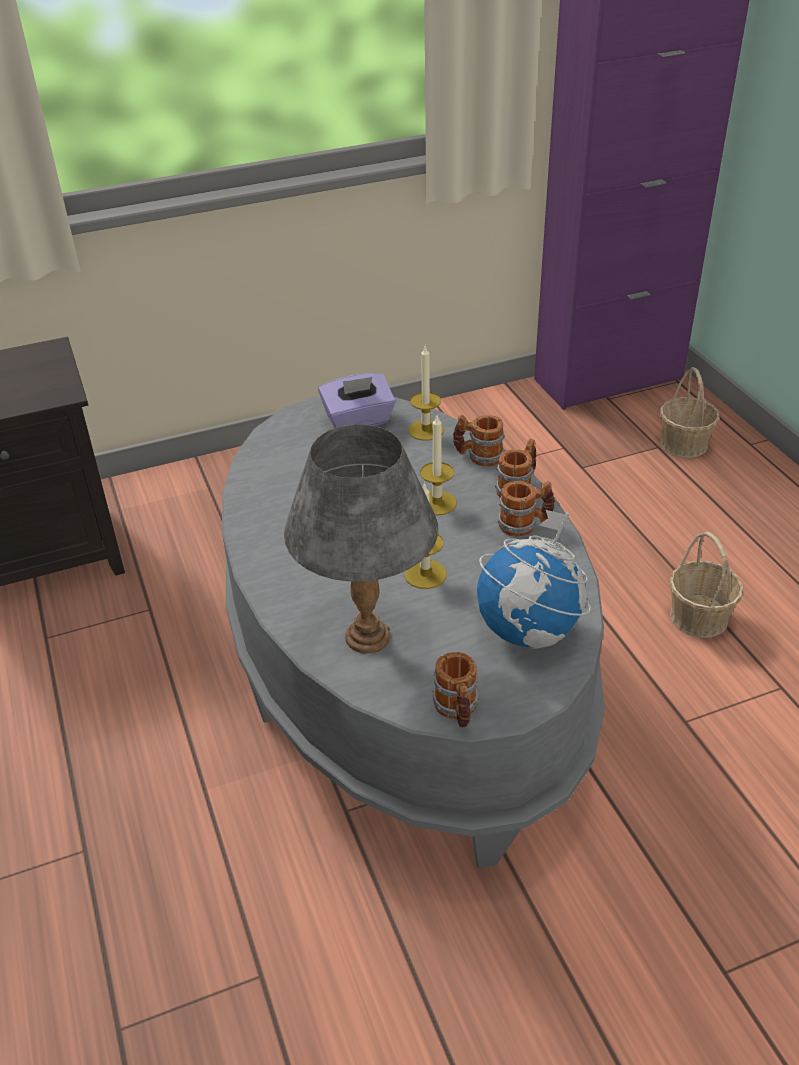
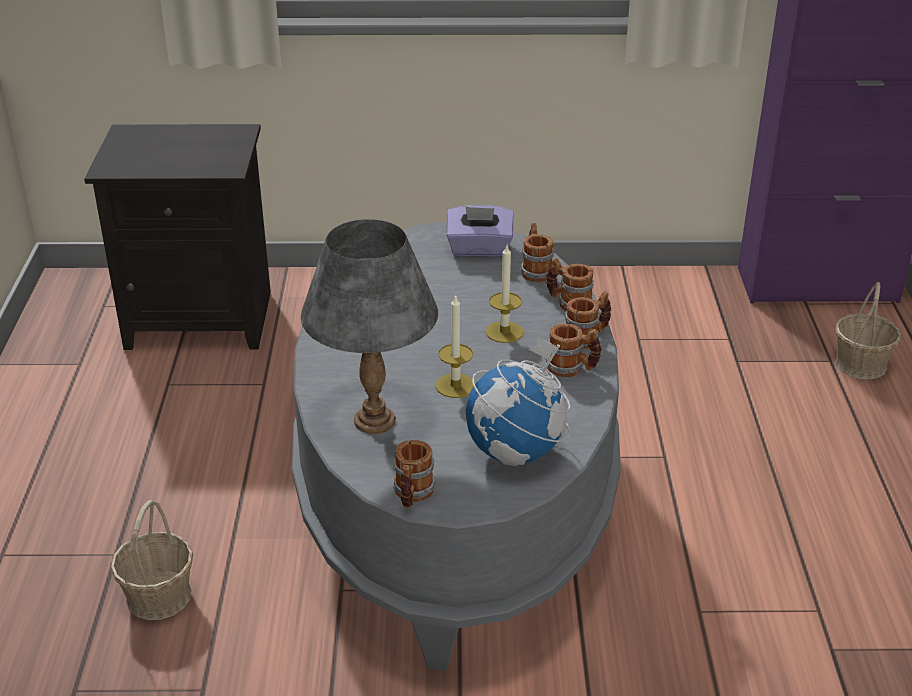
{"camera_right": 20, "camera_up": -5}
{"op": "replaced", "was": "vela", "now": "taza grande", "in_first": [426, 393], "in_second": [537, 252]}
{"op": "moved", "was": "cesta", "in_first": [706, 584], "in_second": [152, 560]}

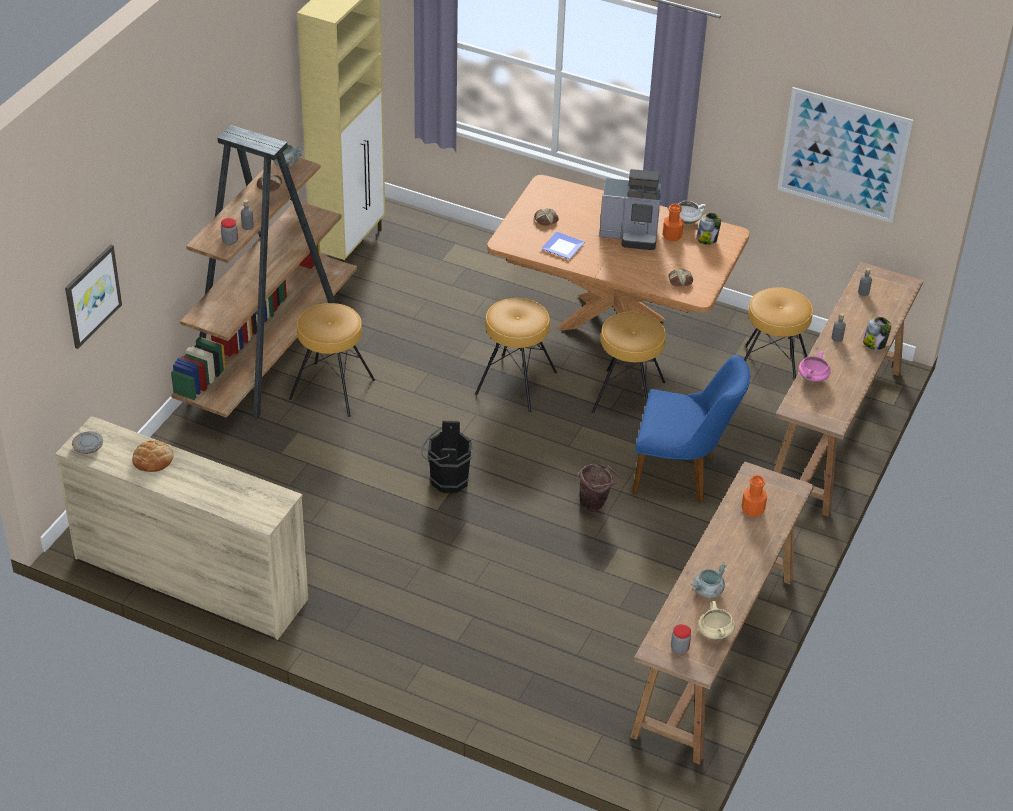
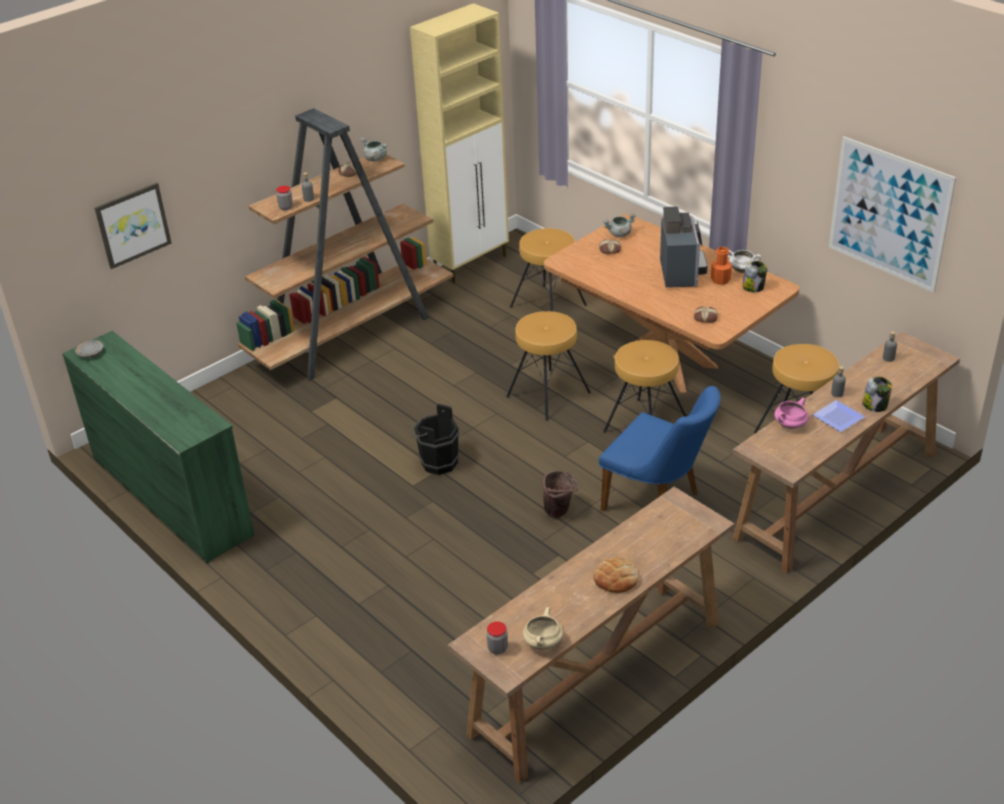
{"camera_right": 25, "camera_up": -5}
{"op": "recoloured", "was": "cómoda/beis", "now": "cómoda/verde", "in_first": [181, 528], "in_second": [158, 447]}
{"op": "moved", "was": "pan", "in_first": [153, 456], "in_second": [617, 575]}
{"op": "moved", "was": "taburete/marrón", "in_first": [332, 360], "in_second": [548, 270]}
{"op": "moved", "was": "plato", "in_first": [563, 245], "in_second": [838, 416]}
{"op": "turned", "was": "cafetera", "in_first": [630, 209], "in_second": [683, 247], "clockwise": -120}
{"op": "moved", "was": "olla/gris", "in_first": [709, 580], "in_second": [619, 225]}
{"op": "removed", "was": "botella/naranja", "in_first": [754, 496]}

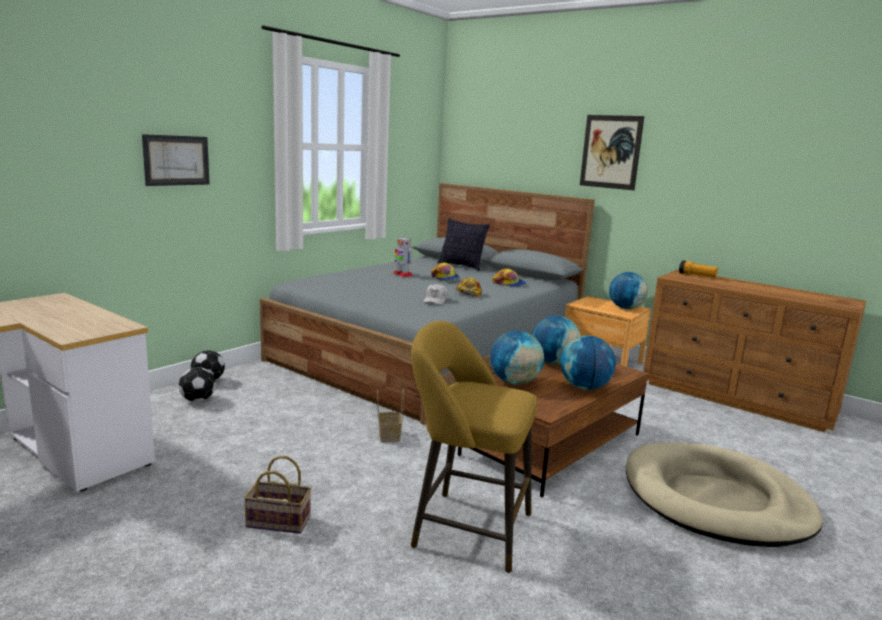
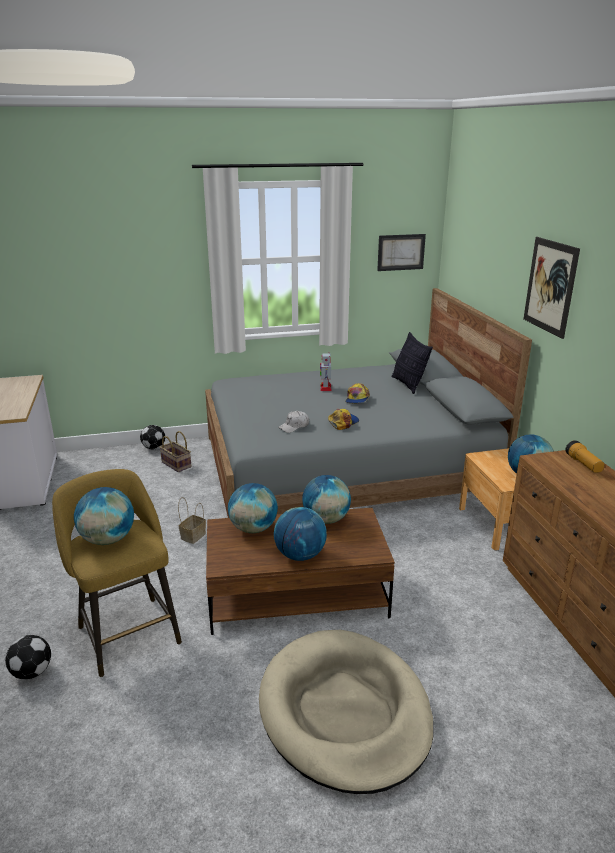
{"camera_right": 40, "camera_up": 10}
{"op": "moved", "was": "cuadro", "in_first": [176, 160], "in_second": [401, 252]}
{"op": "moved", "was": "balón de fútbol", "in_first": [197, 384], "in_second": [28, 657]}
{"op": "moved", "was": "cesta", "in_first": [278, 495], "in_second": [176, 451]}
{"op": "removed", "was": "gorra", "in_first": [509, 277]}
{"op": "added", "now": "globo terráqueo", "in_second": [104, 516]}

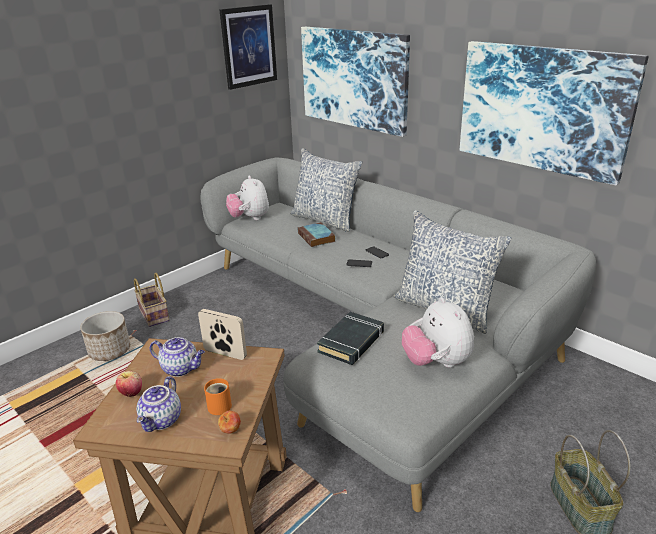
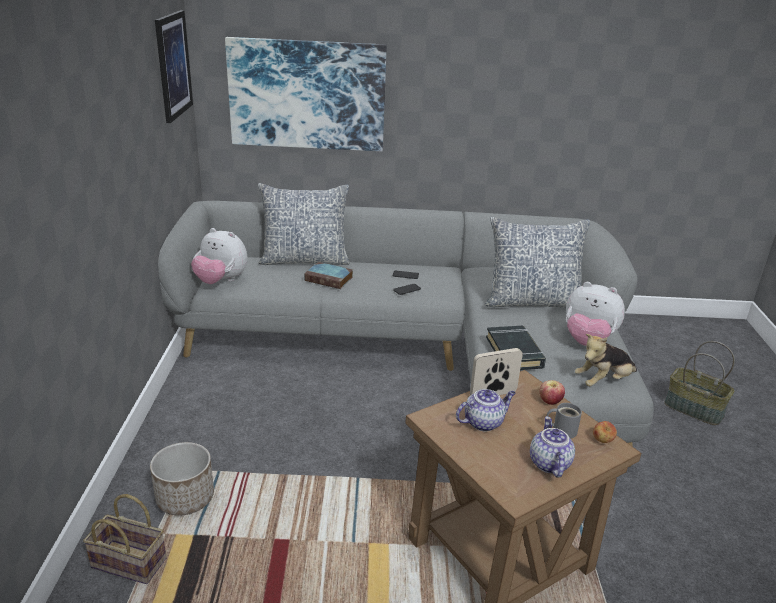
{"camera_right": -45, "camera_up": 0}
{"op": "moved", "was": "manzana", "in_first": [129, 384], "in_second": [552, 392]}
{"op": "moved", "was": "cesta", "in_first": [151, 300], "in_second": [125, 539]}
{"op": "turned", "was": "tetera", "in_first": [159, 404], "in_second": [552, 447], "clockwise": -150}
{"op": "recoloured", "was": "taza grande/naranja", "now": "taza grande/gris", "in_first": [218, 396], "in_second": [564, 421]}
{"op": "removed", "was": "cuadro", "in_first": [554, 113]}
{"op": "added", "now": "peluche", "in_second": [606, 360]}

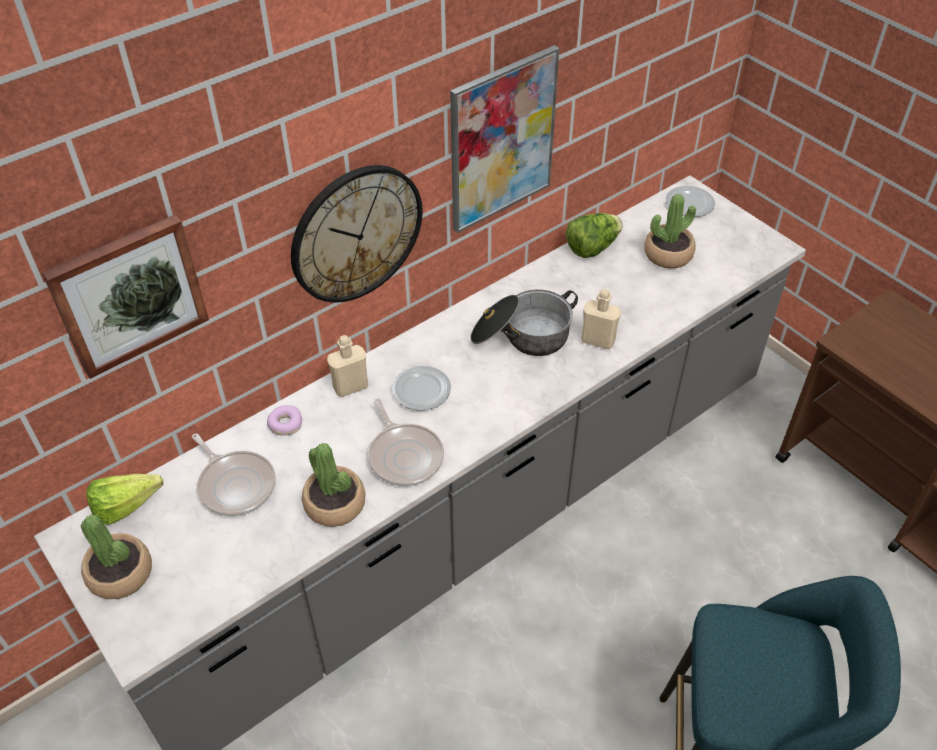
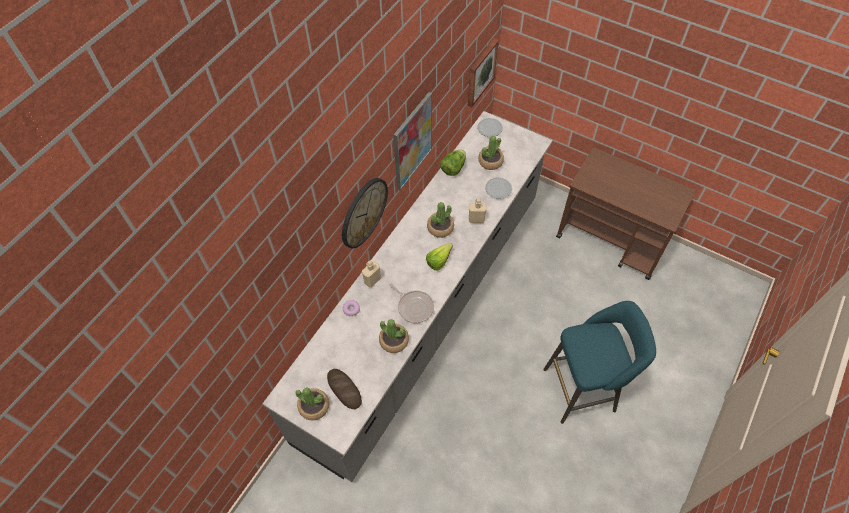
{"camera_right": -20, "camera_up": 10}
{"op": "moved", "was": "cuadro", "in_first": [125, 297], "in_second": [483, 72]}
{"op": "moved", "was": "lechuga", "in_first": [124, 499], "in_second": [439, 256]}
{"op": "removed", "was": "sartén", "in_first": [234, 475]}
{"op": "moved", "was": "plato", "in_first": [421, 388], "in_second": [498, 188]}
{"op": "replaced", "was": "olla", "now": "planta en maceta", "in_first": [524, 322], "in_second": [440, 220]}
{"op": "added", "now": "pan", "in_second": [344, 389]}

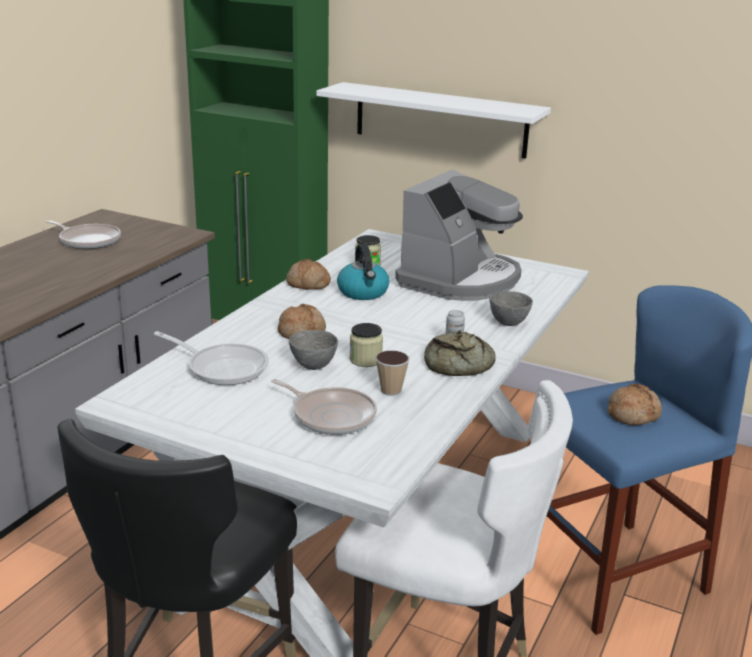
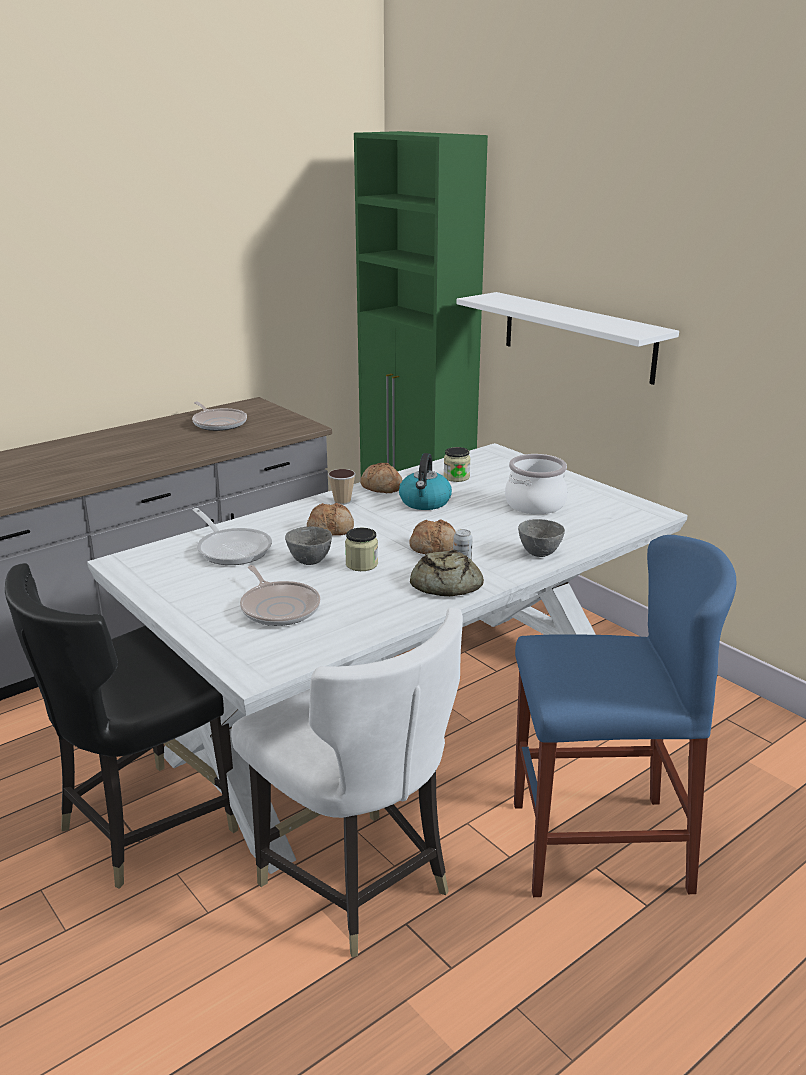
{"camera_right": 25, "camera_up": 0}
{"op": "moved", "was": "taza", "in_first": [392, 373], "in_second": [342, 487]}
{"op": "replaced", "was": "cafetera", "now": "olla", "in_first": [459, 235], "in_second": [536, 484]}
{"op": "moved", "was": "pan", "in_first": [635, 404], "in_second": [432, 536]}

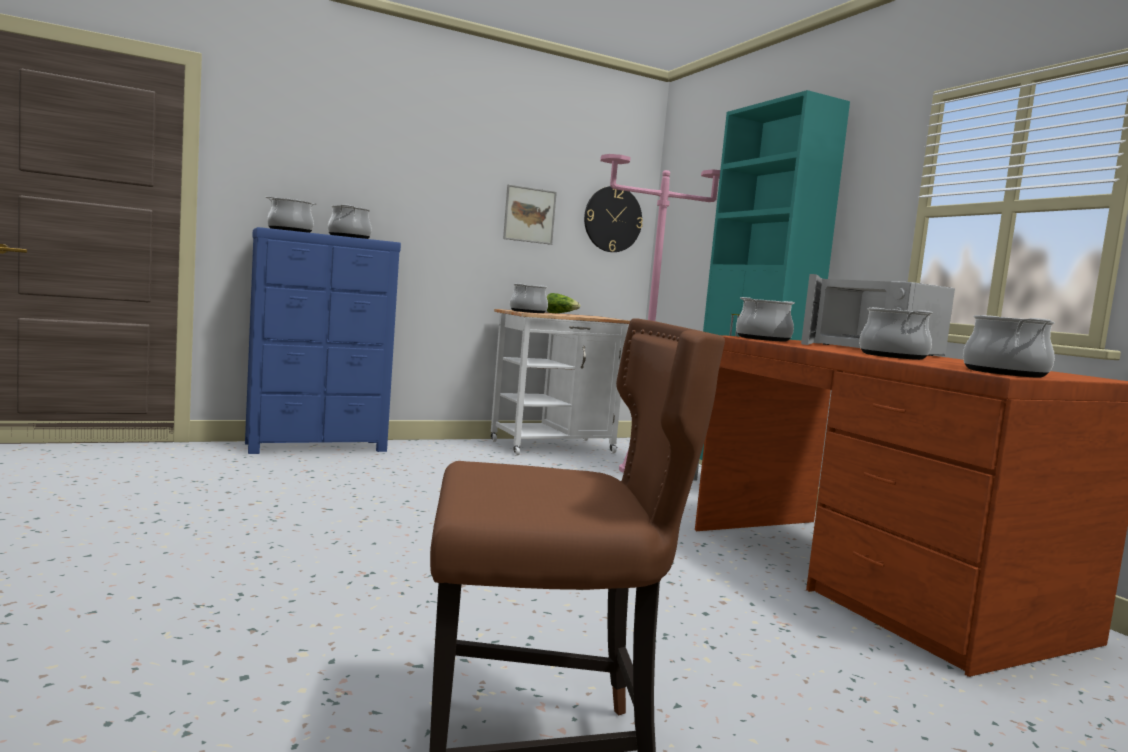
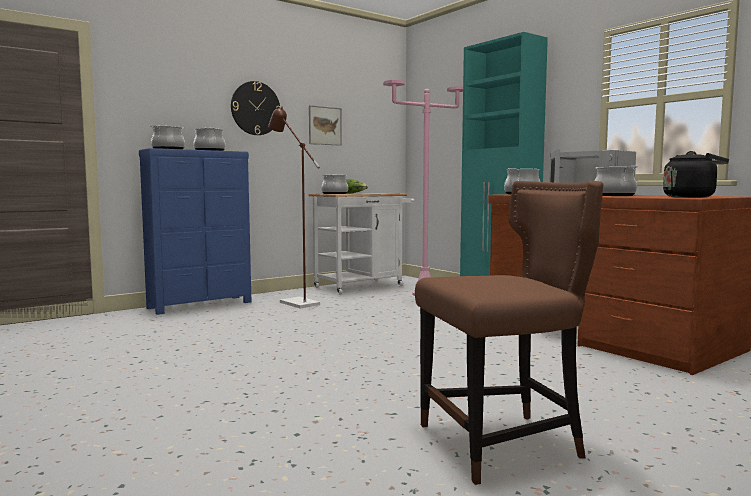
{"camera_right": -10, "camera_up": 0}
{"op": "moved", "was": "reloj de pared", "in_first": [613, 219], "in_second": [256, 108]}
{"op": "replaced", "was": "olla", "now": "hervidor/negro", "in_first": [1009, 346], "in_second": [696, 174]}
{"op": "added", "now": "lámpara de pie/marrón", "in_second": [294, 207]}

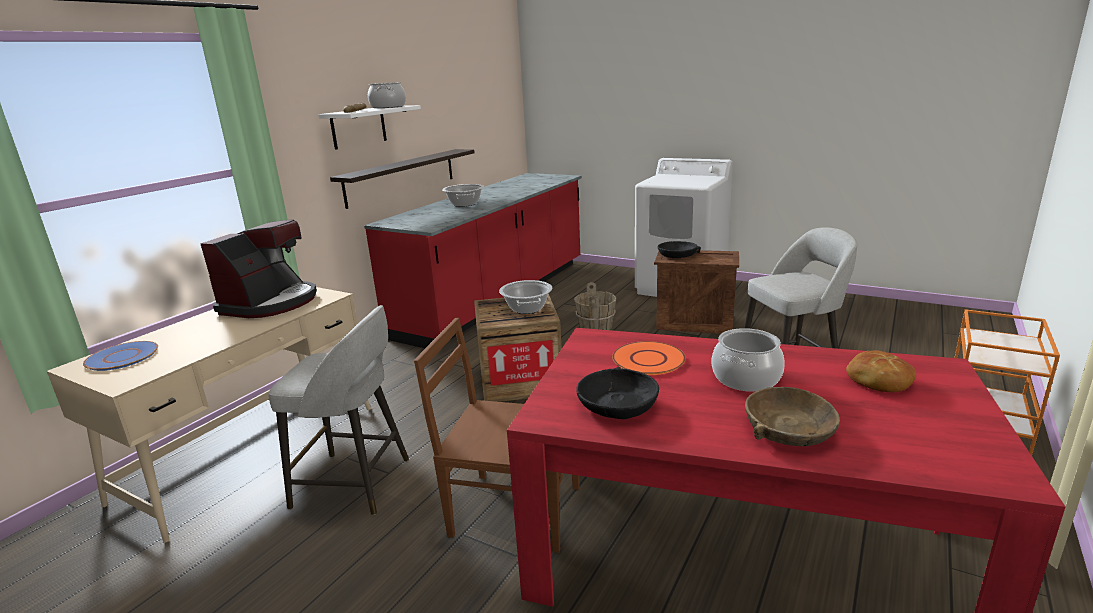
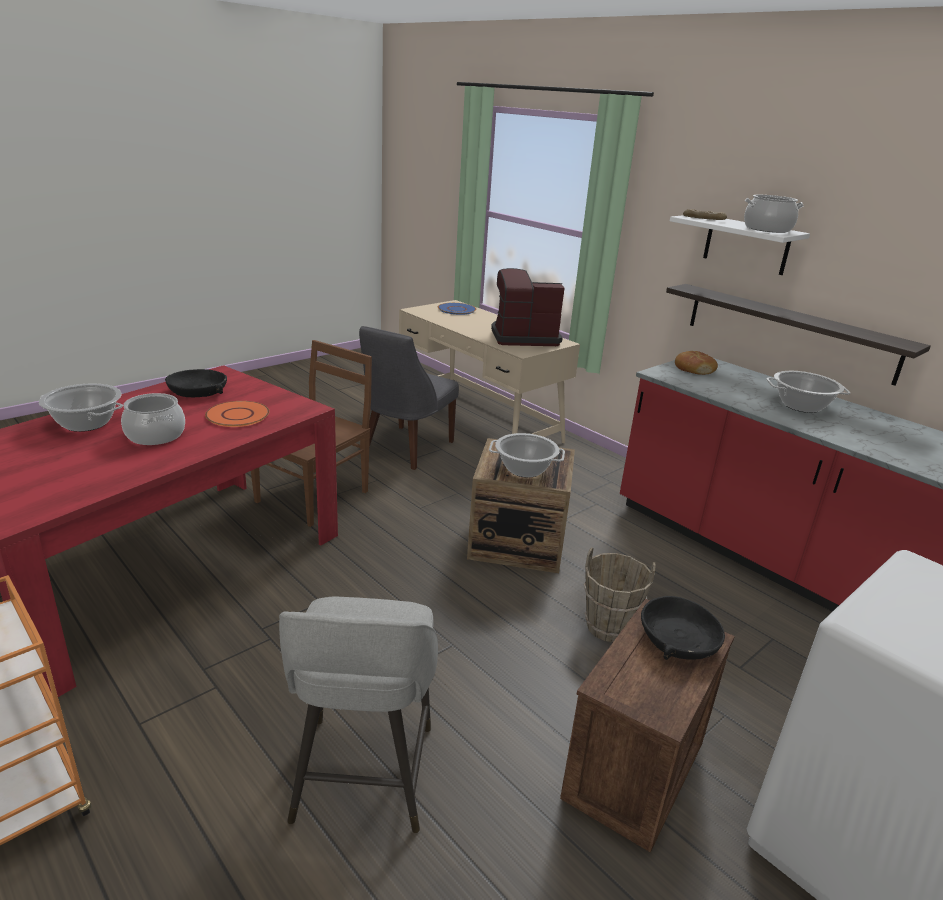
{"camera_right": 105, "camera_up": 5}
{"op": "turned", "was": "cafetera", "in_first": [258, 268], "in_second": [528, 307], "clockwise": 135}
{"op": "replaced", "was": "taburete/gris", "now": "silla/gris", "in_first": [338, 410], "in_second": [409, 398]}
{"op": "replaced", "was": "cuenco/marrón", "now": "olla", "in_first": [792, 416], "in_second": [81, 407]}
{"op": "moved", "was": "pan", "in_first": [881, 371], "in_second": [696, 363]}

